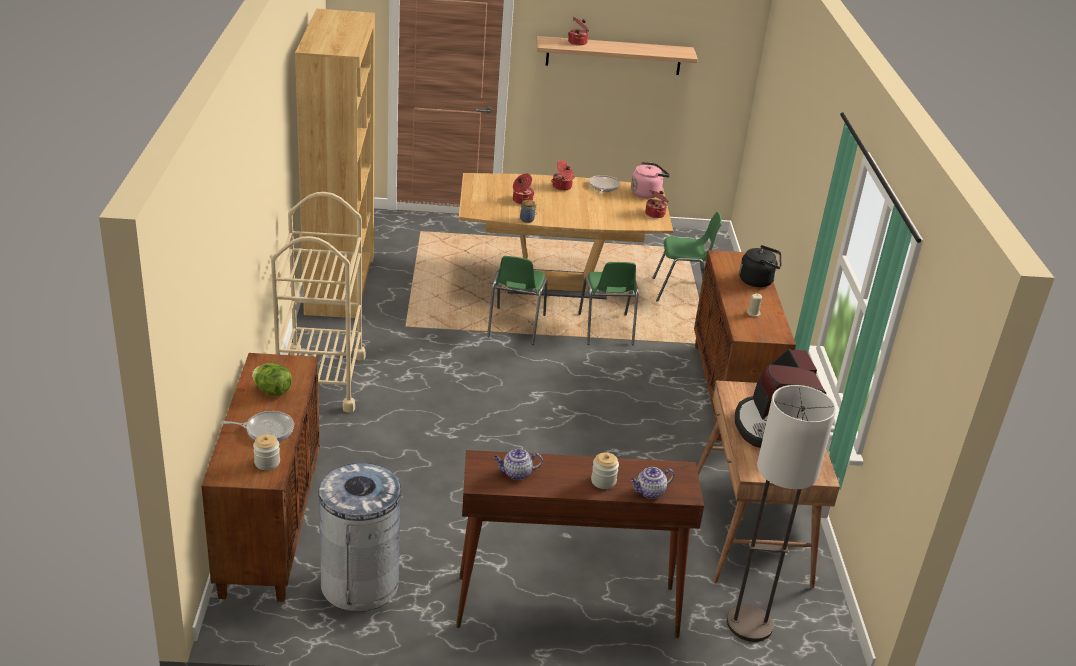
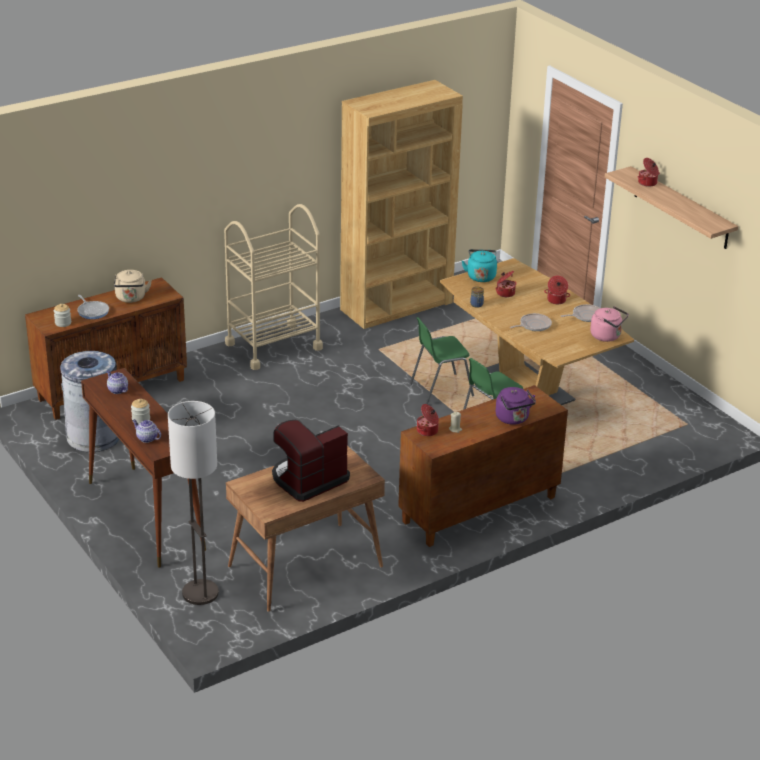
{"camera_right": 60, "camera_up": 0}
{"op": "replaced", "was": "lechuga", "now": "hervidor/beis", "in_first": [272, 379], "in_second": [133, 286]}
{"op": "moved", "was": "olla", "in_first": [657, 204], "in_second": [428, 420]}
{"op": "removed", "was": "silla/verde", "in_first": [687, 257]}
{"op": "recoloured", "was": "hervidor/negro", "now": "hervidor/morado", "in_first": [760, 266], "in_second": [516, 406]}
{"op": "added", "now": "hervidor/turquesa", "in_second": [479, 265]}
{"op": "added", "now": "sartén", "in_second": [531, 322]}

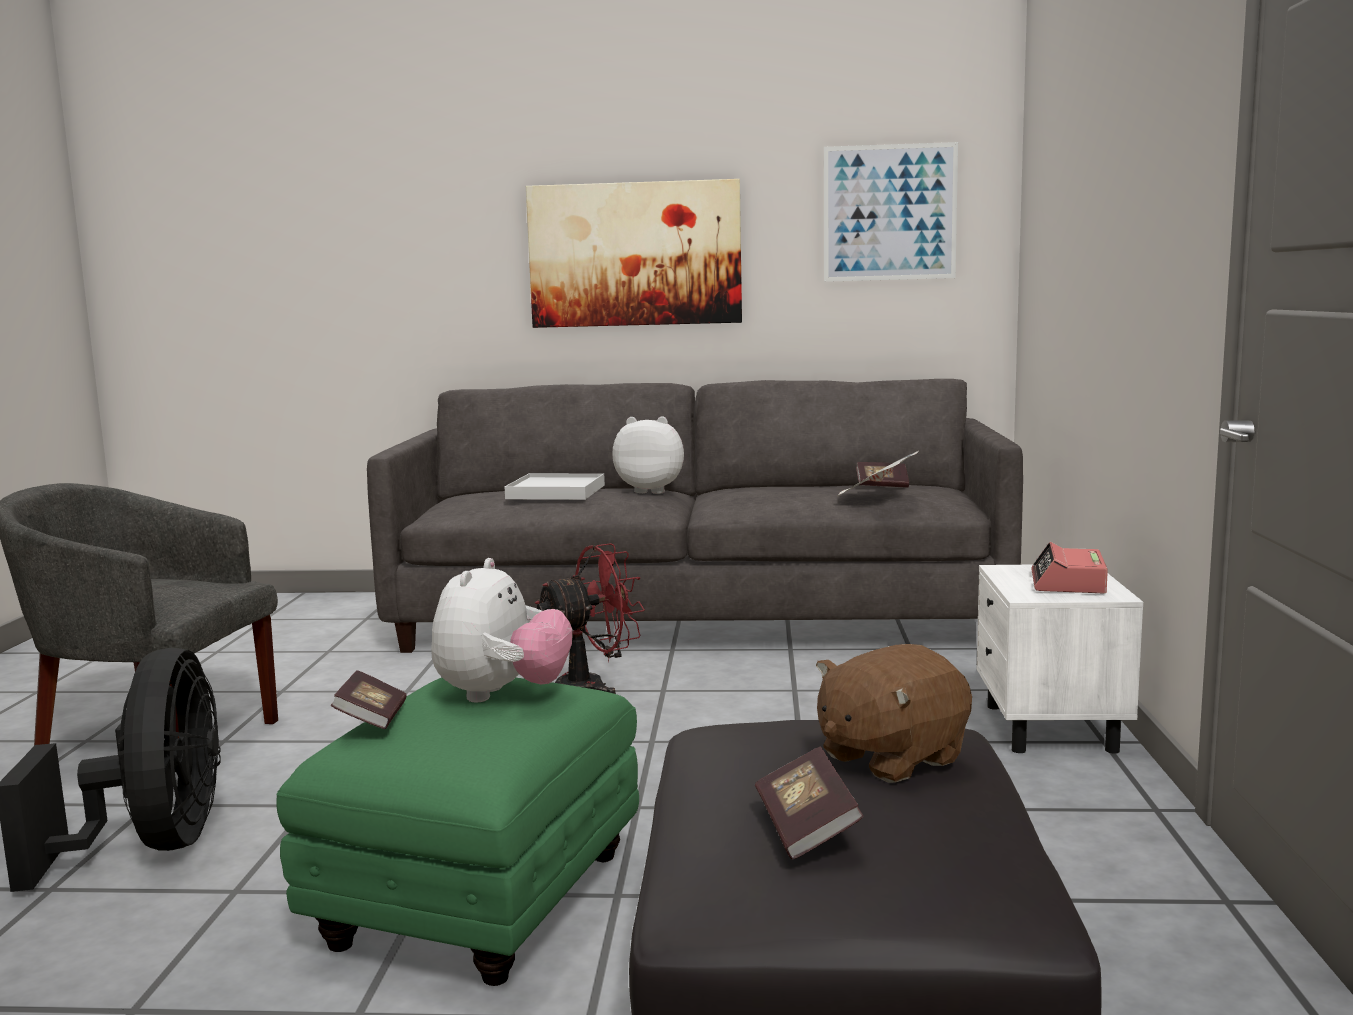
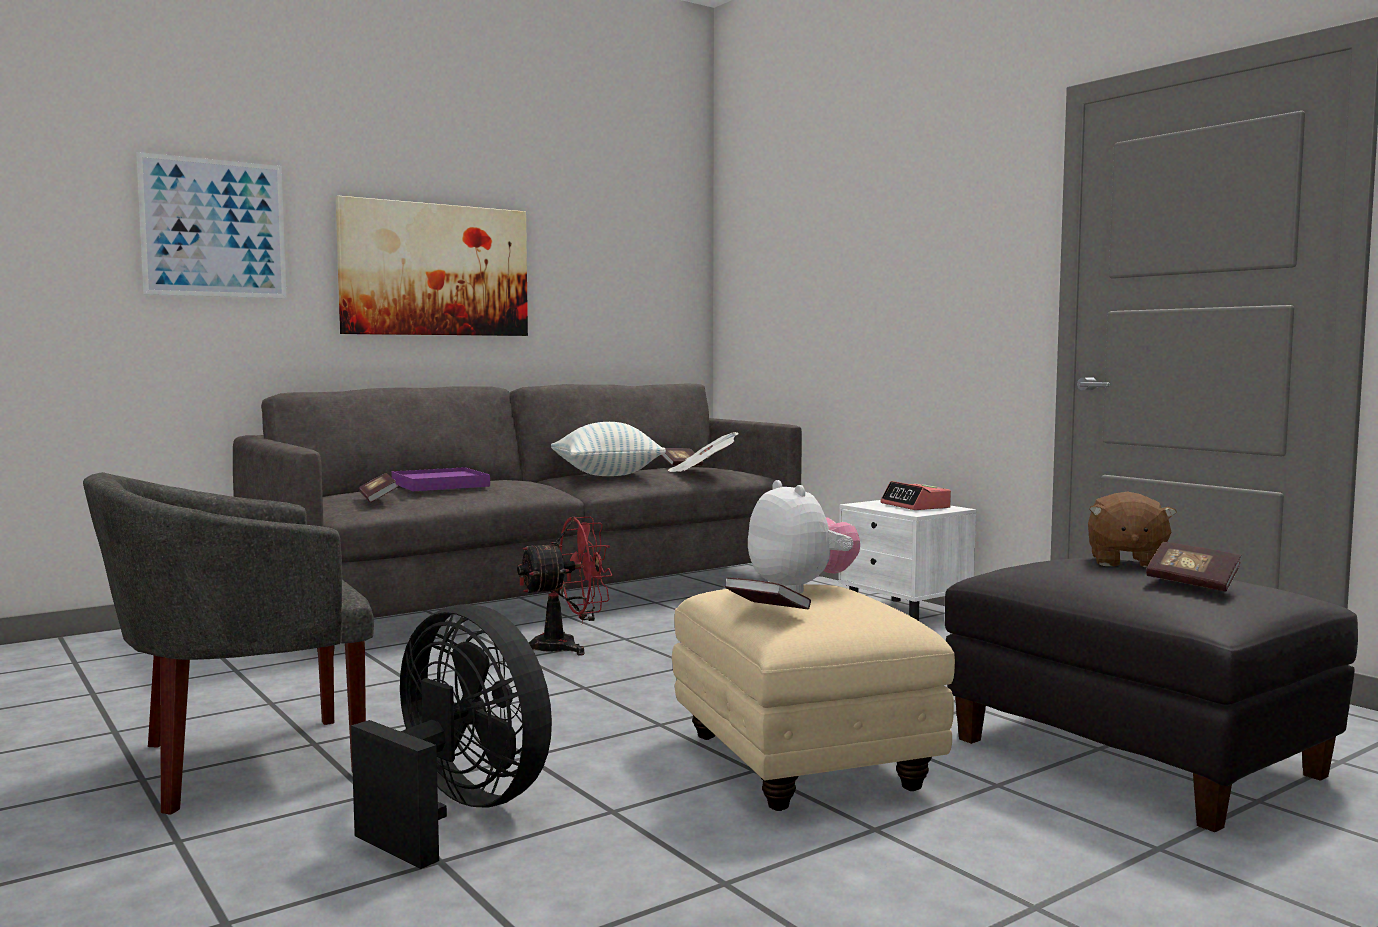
{"camera_right": -40, "camera_up": -5}
{"op": "recoloured", "was": "puf/verde", "now": "puf/beis", "in_first": [457, 832], "in_second": [813, 697]}
{"op": "recoloured", "was": "bandeja/blanco", "now": "bandeja/morado", "in_first": [555, 486], "in_second": [440, 479]}
{"op": "turned", "was": "ventilador/rojo", "in_first": [590, 618], "in_second": [565, 586], "clockwise": 45}
{"op": "removed", "was": "peluche", "in_first": [648, 455]}
{"op": "moved", "was": "cuadro", "in_first": [891, 212], "in_second": [211, 225]}
{"op": "added", "now": "libro", "in_second": [378, 487]}
{"op": "added", "now": "cojín", "in_second": [608, 449]}

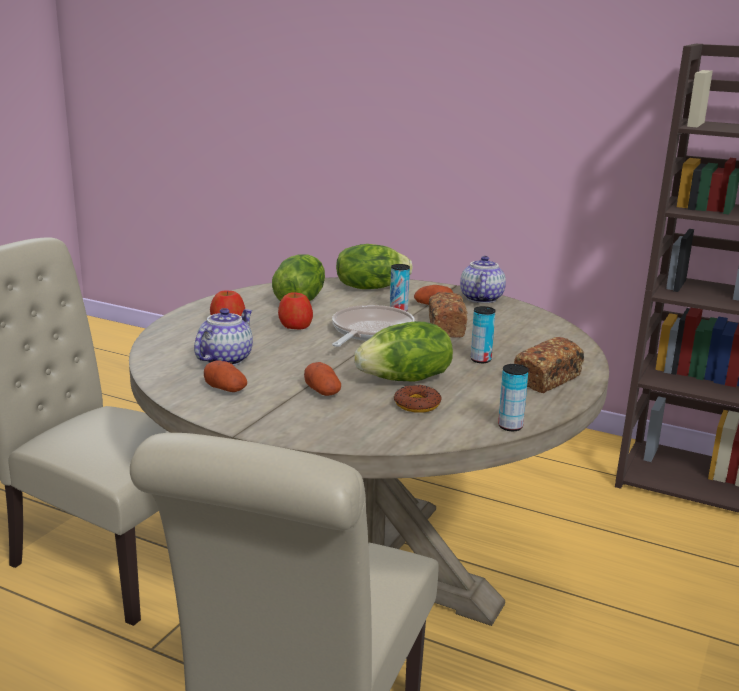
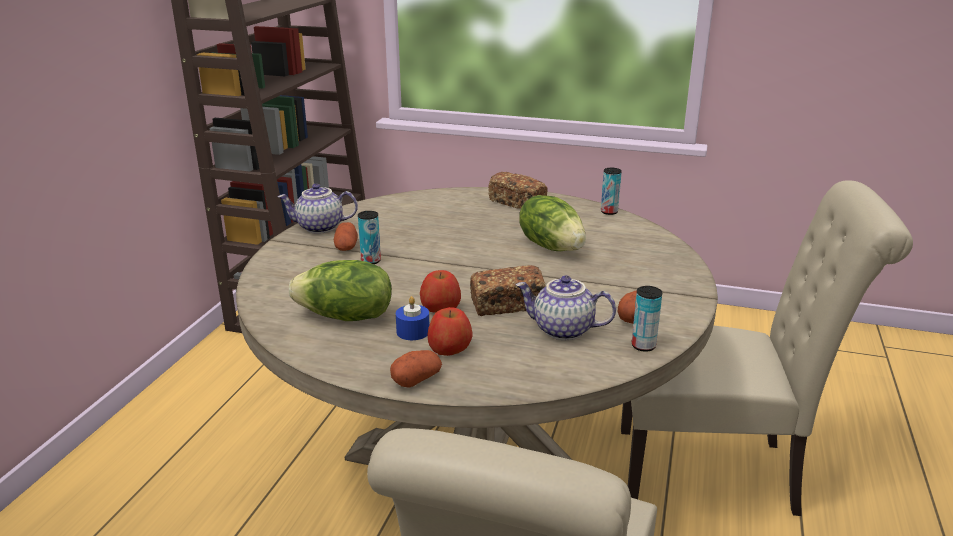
{"camera_right": -100, "camera_up": 5}
{"op": "moved", "was": "patata", "in_first": [322, 379], "in_second": [416, 369]}
{"op": "removed", "was": "sartén", "in_first": [373, 326]}
{"op": "removed", "was": "lechuga", "in_first": [374, 266]}
{"op": "removed", "was": "rosquilla", "in_first": [417, 399]}
{"op": "moved", "was": "pan", "in_first": [448, 315], "in_second": [507, 290]}
{"op": "moved", "was": "lata", "in_first": [483, 334], "in_second": [647, 319]}
{"op": "added", "now": "vela/azul", "in_second": [412, 318]}

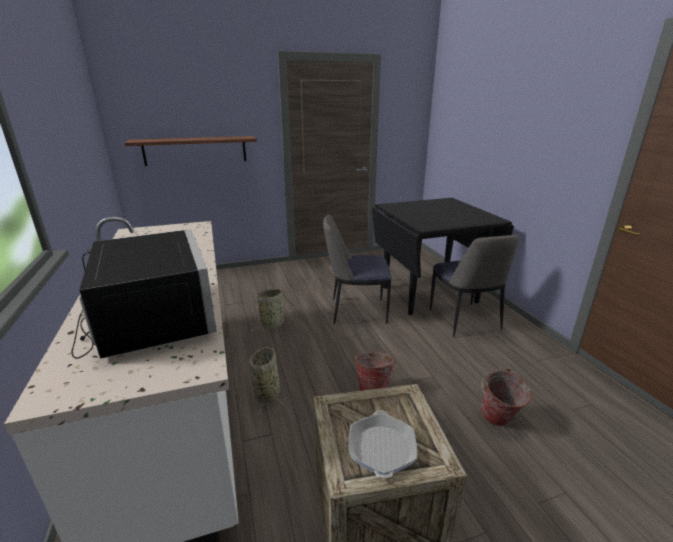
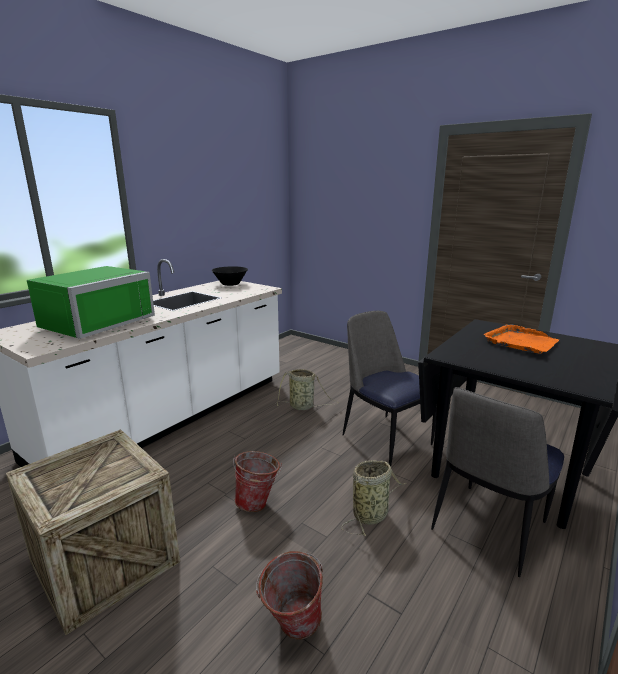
{"camera_right": 55, "camera_up": -5}
{"op": "recoloured", "was": "microondas/negro", "now": "microondas/verde", "in_first": [144, 294], "in_second": [91, 302]}
{"op": "removed", "was": "estante", "in_first": [191, 151]}
{"op": "moved", "was": "cesta", "in_first": [267, 381], "in_second": [374, 498]}
{"op": "removed", "was": "sartén", "in_first": [383, 444]}
{"op": "added", "now": "cuenco/negro", "in_second": [230, 276]}
{"op": "added", "now": "bandeja/naranja", "in_second": [521, 339]}

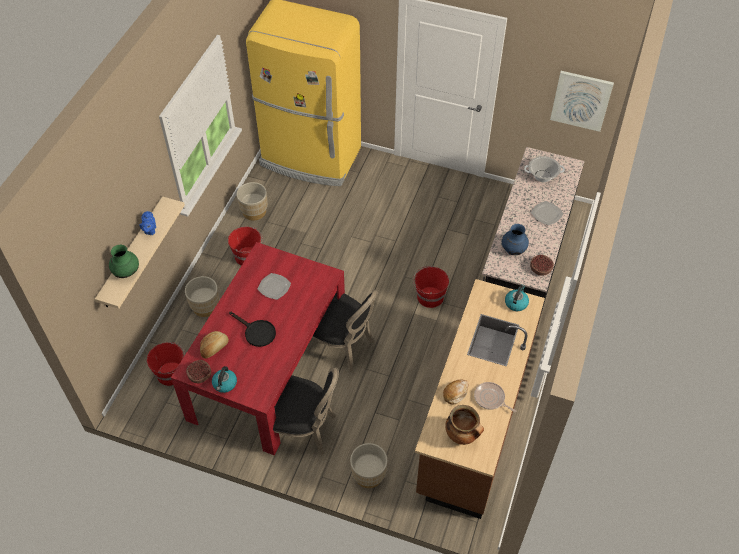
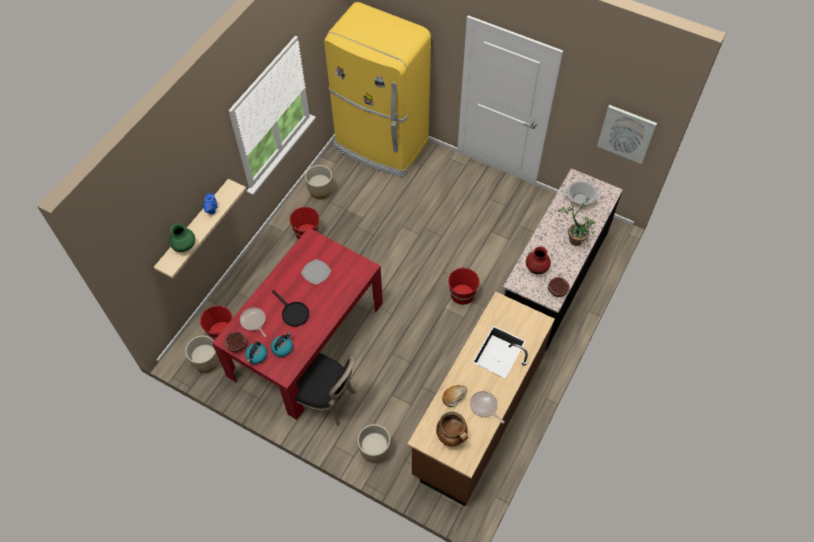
{"camera_right": 10, "camera_up": 5}
{"op": "moved", "was": "maceta/beis", "in_first": [202, 296], "in_second": [202, 354]}
{"op": "replaced", "was": "pan", "now": "sartén", "in_first": [214, 345], "in_second": [253, 322]}
{"op": "removed", "was": "silla/negro", "in_first": [341, 331]}
{"op": "recoloured", "was": "florero/azul", "now": "florero/rojo", "in_first": [515, 239], "in_second": [538, 260]}
{"op": "moved", "was": "hervidor", "in_first": [517, 297], "in_second": [282, 344]}
{"op": "replaced", "was": "plato", "now": "planta en maceta", "in_first": [547, 213], "in_second": [576, 222]}

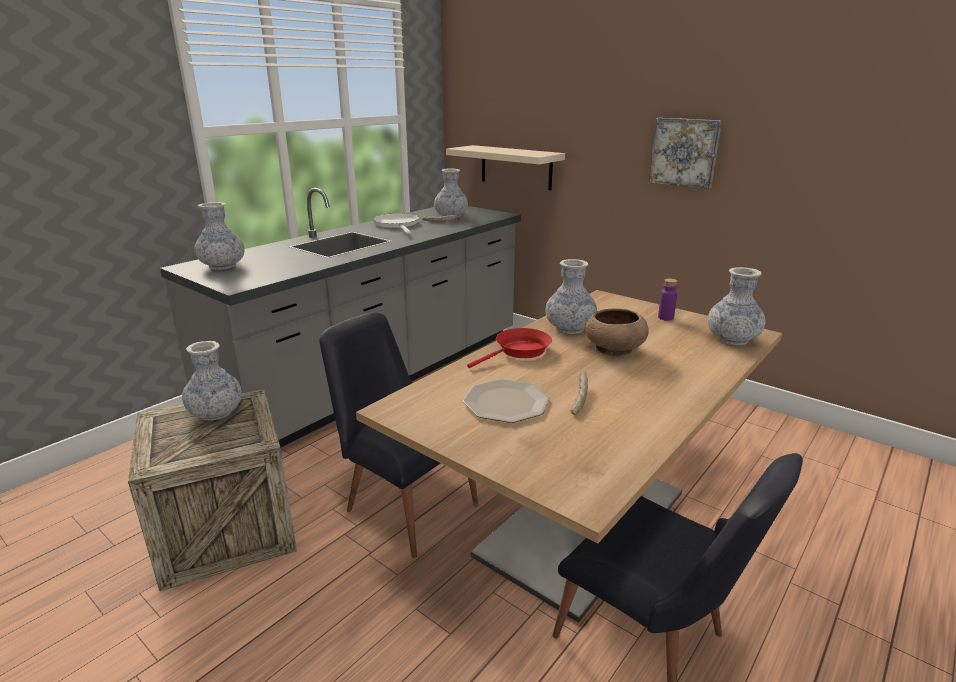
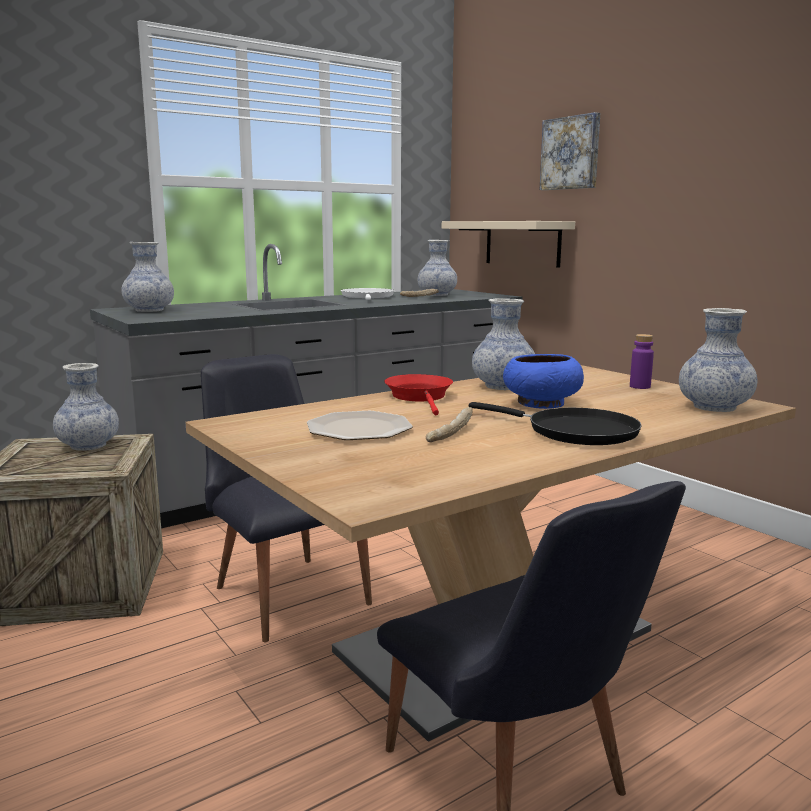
{"camera_right": 15, "camera_up": -10}
{"op": "turned", "was": "sartén/rojo", "in_first": [509, 348], "in_second": [418, 394], "clockwise": -75}
{"op": "recoloured", "was": "cuenco/marrón", "now": "cuenco/azul", "in_first": [617, 333], "in_second": [543, 381]}
{"op": "moved", "was": "cuadro", "in_first": [685, 153], "in_second": [570, 151]}
{"op": "added", "now": "sartén/negro", "in_second": [555, 423]}

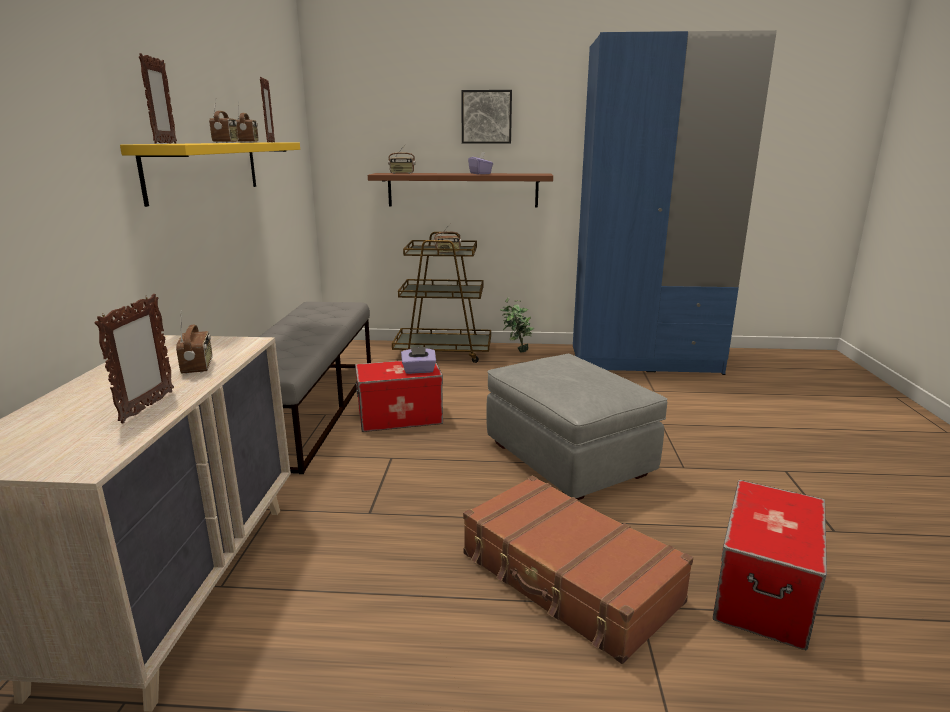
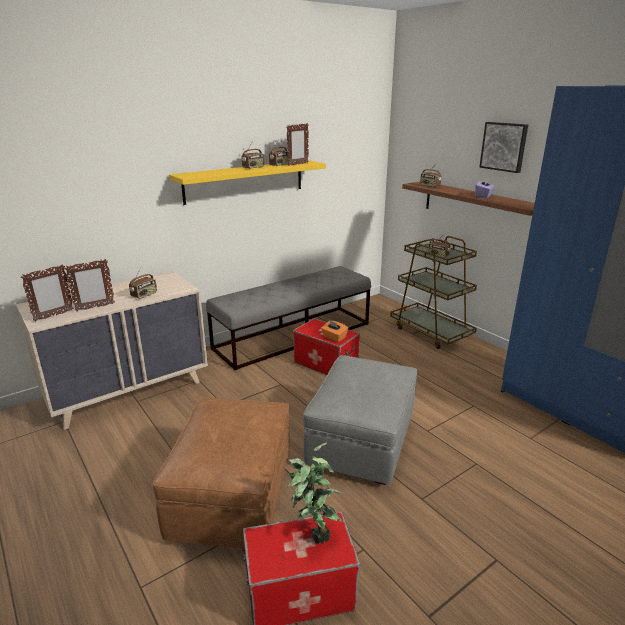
{"camera_right": 50, "camera_up": 5}
{"op": "moved", "was": "portarretratos", "in_first": [158, 98], "in_second": [47, 293]}
{"op": "recoloured", "was": "caja de pañuelos/morado", "now": "caja de pañuelos/naranja", "in_first": [418, 360], "in_second": [334, 331]}
{"op": "replaced", "was": "maleta/marrón", "now": "puf/marrón", "in_first": [578, 570], "in_second": [221, 472]}
{"op": "moved", "was": "planta en maceta", "in_first": [517, 324], "in_second": [314, 493]}

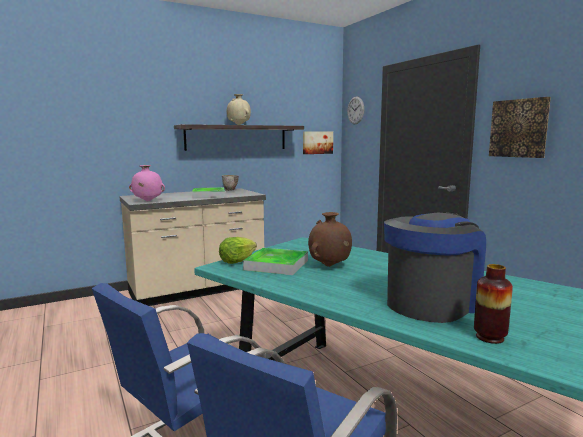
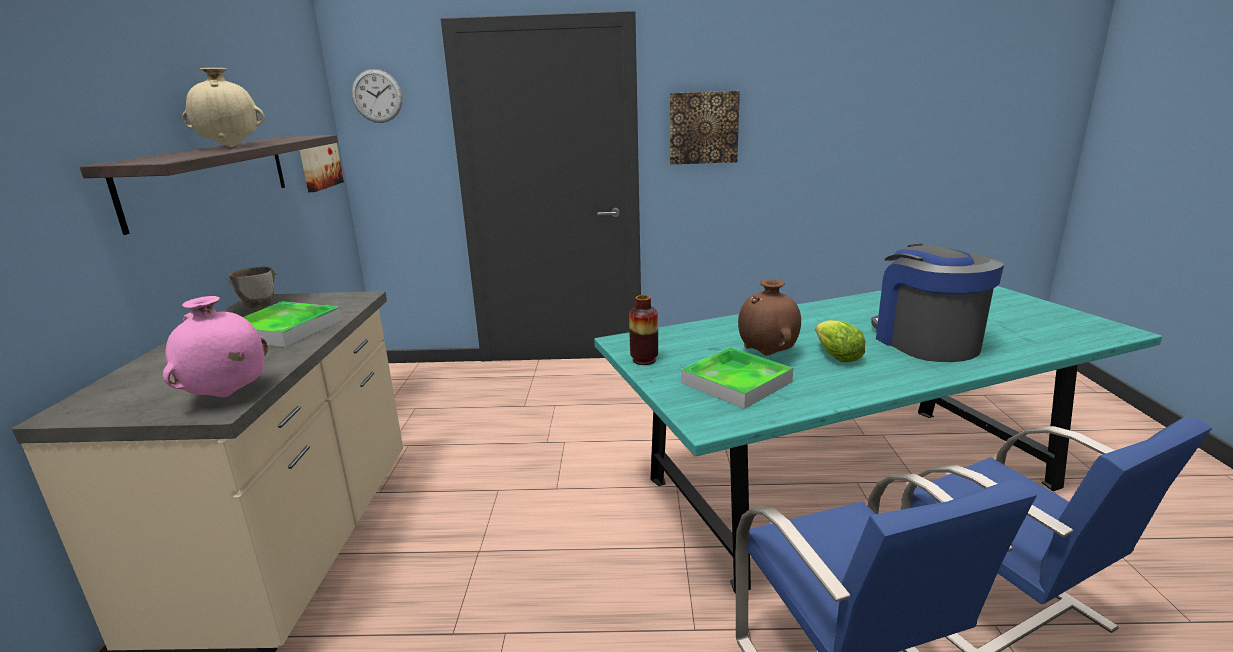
{"camera_right": -60, "camera_up": 10}
{"op": "moved", "was": "lechuga", "in_first": [238, 250], "in_second": [840, 341]}
{"op": "moved", "was": "florero", "in_first": [493, 304], "in_second": [643, 330]}

